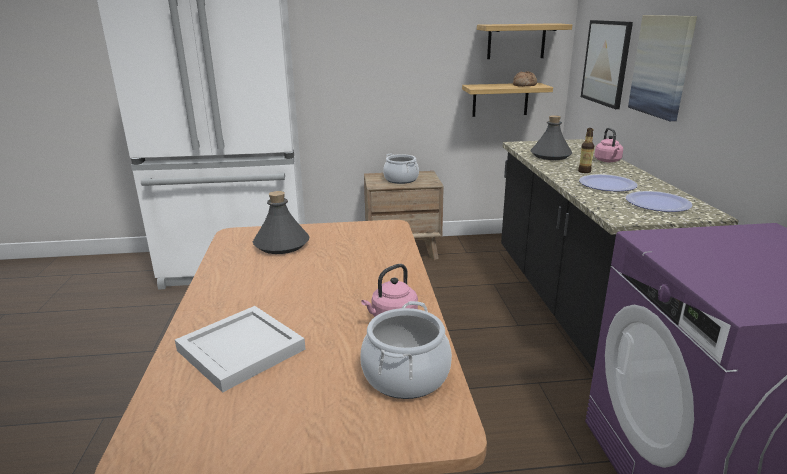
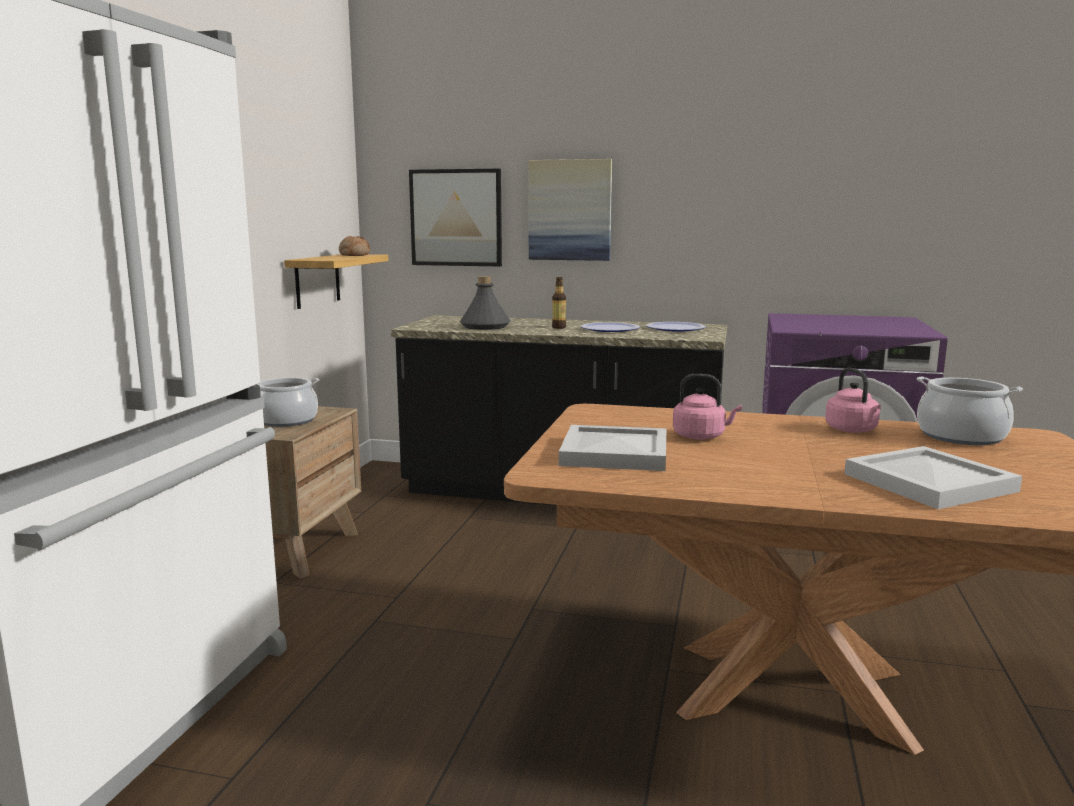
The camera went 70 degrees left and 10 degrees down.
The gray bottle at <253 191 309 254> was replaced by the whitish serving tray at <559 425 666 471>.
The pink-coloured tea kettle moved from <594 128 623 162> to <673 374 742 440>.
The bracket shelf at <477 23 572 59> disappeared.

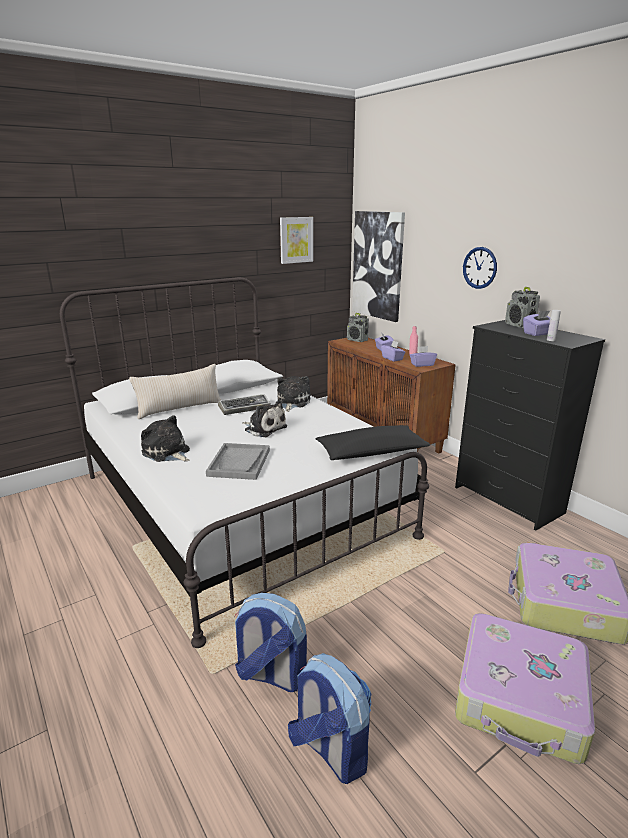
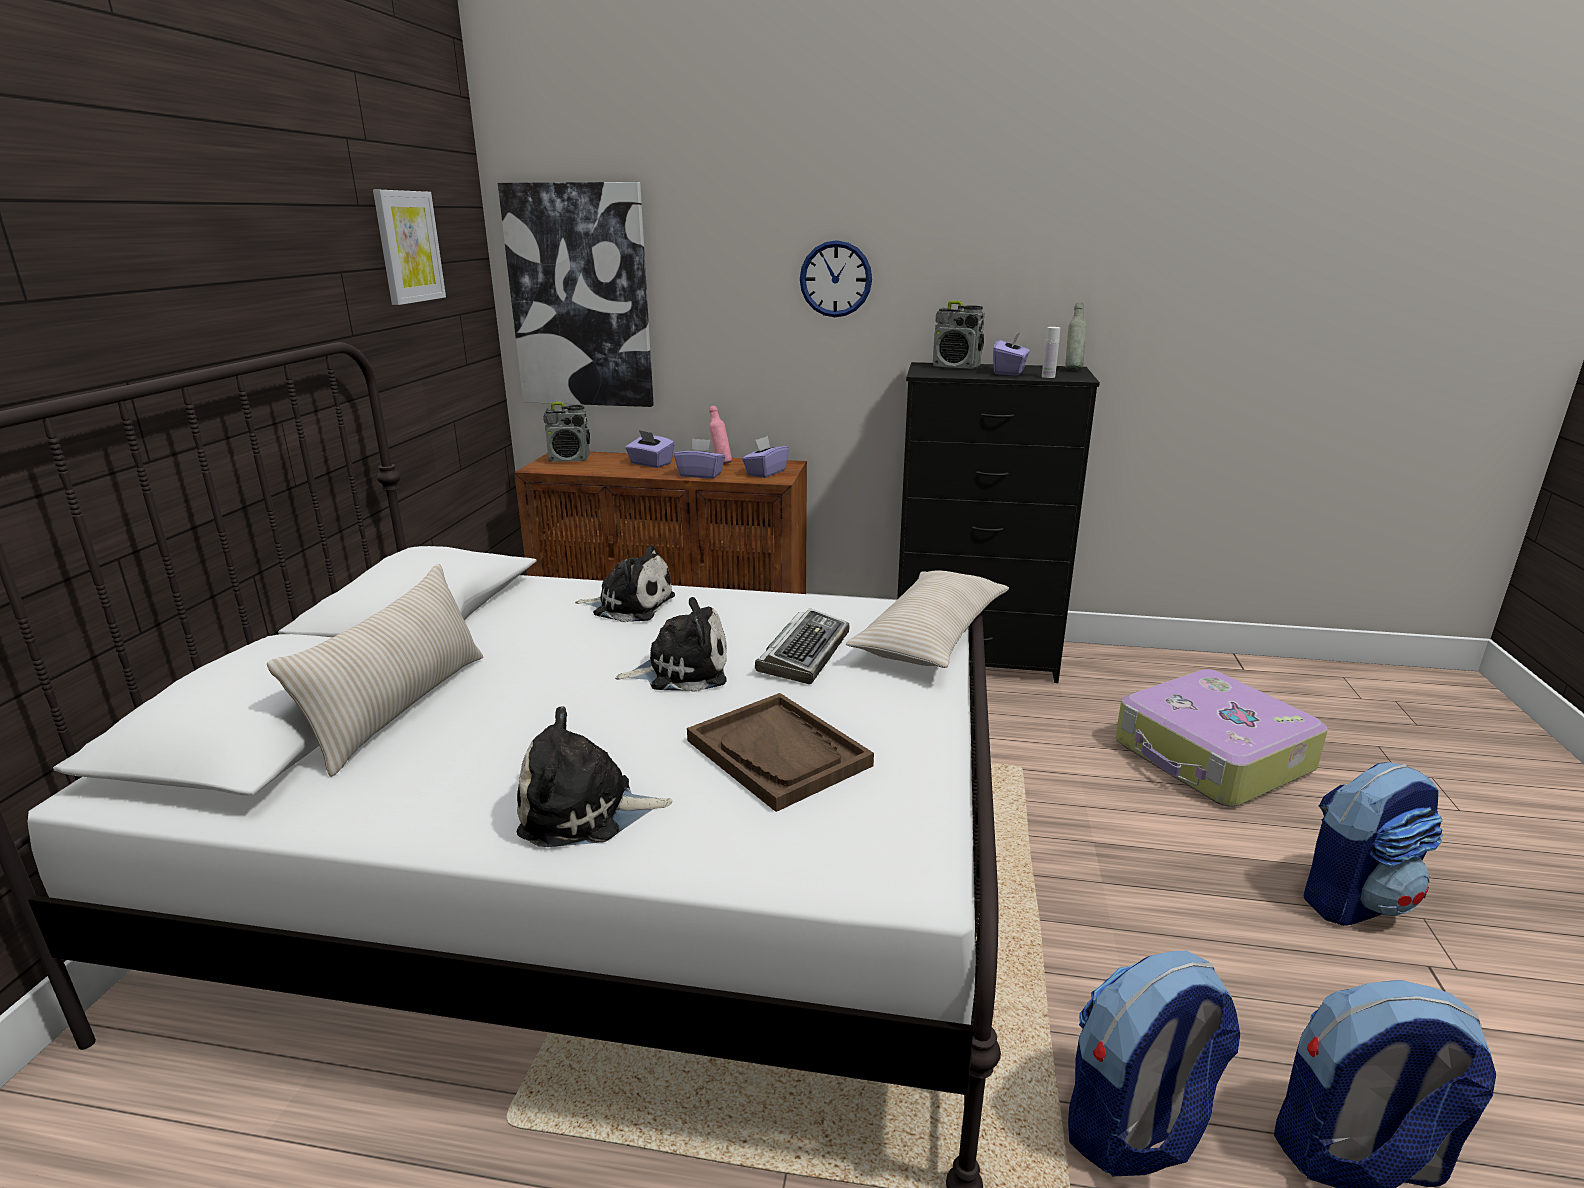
The camera went 45 degrees left and 0 degrees up.
The cuddly toy at <277 376 310 412> turned 135 degrees clockwise.
The gray serving tray at <206 443 270 480> became the brown serving tray at <687 693 874 812>.
The keyboard moved from <218 394 271 415> to <755 608 850 684>.
The black cushion at <315 425 430 460> became the beige cushion at <846 570 1009 668>.
The gray bottle at <1066 303 1087 371> appeared.
The travel case at <455 613 595 764> was replaced by the knapsack at <1304 762 1443 926>.

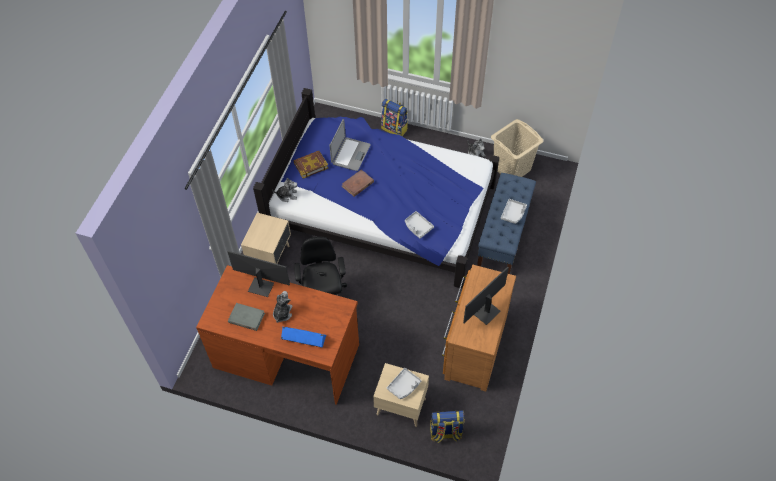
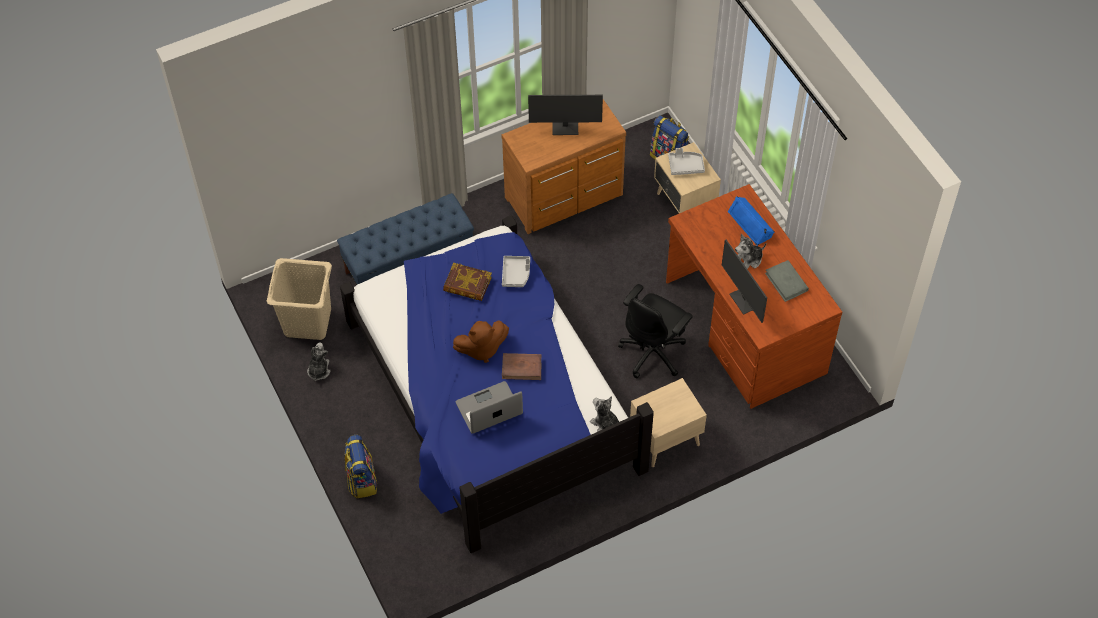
The camera went 135 degrees left and 0 degrees up.
The bound book moved from <294 151 328 179> to <443 263 492 301>.
The brown cuddly toy at <453 321 509 363> appeared.
The gray serving tray at <501 199 527 224> disappeared.

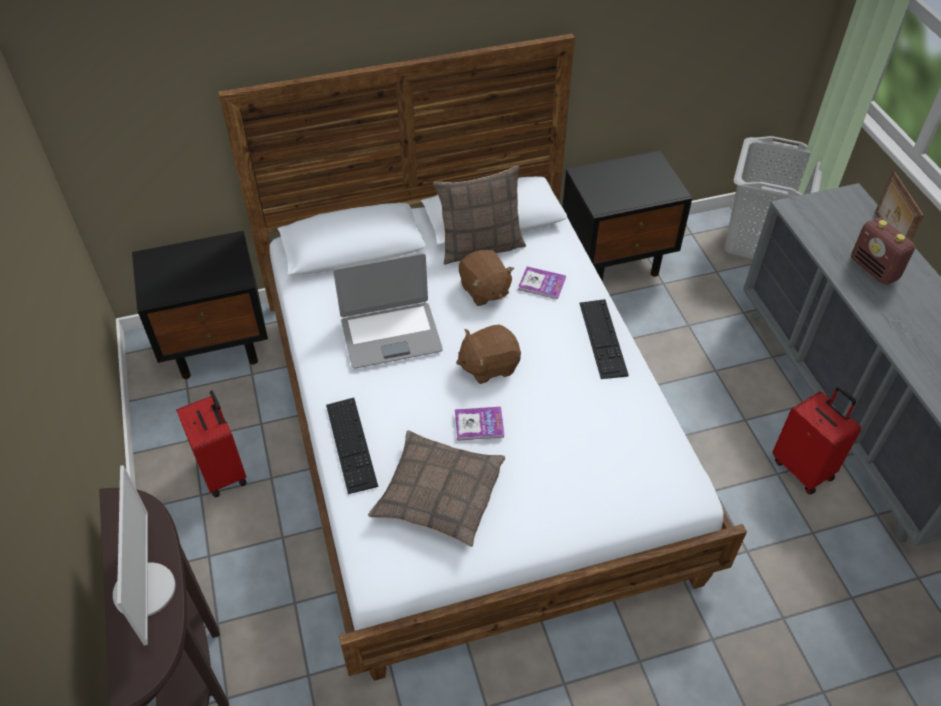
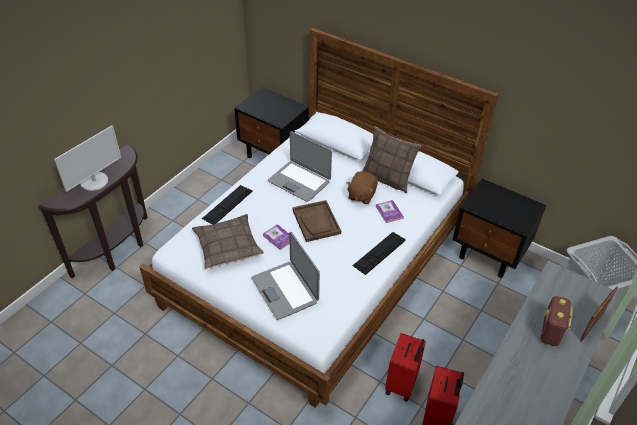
The camera went 50 degrees right and 5 degrees down.
The notebook computer at <251 232 320 320> appeared.
The brown cuddly toy at <456 324 521 384> was replaced by the brown serving tray at <293 200 341 242>.
The red travel case moved from <176 390 247 498> to <385 333 426 402>.

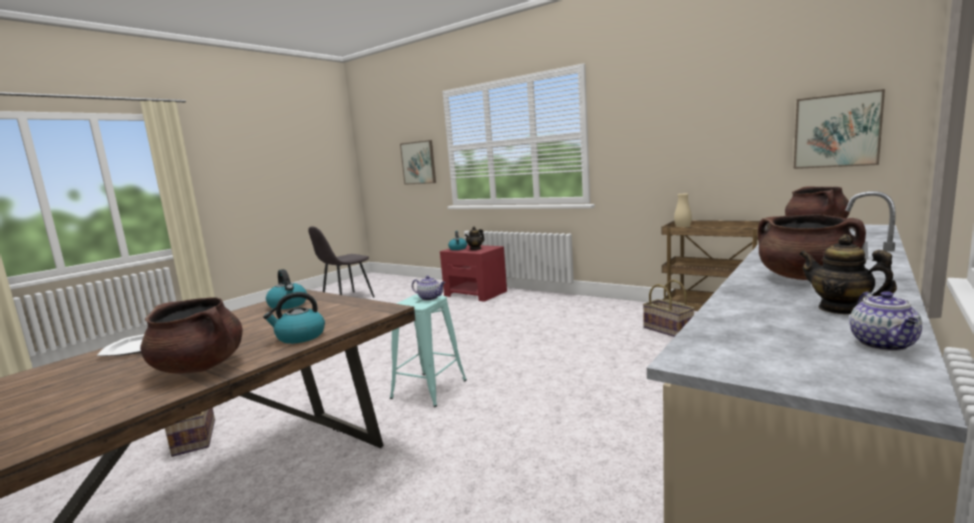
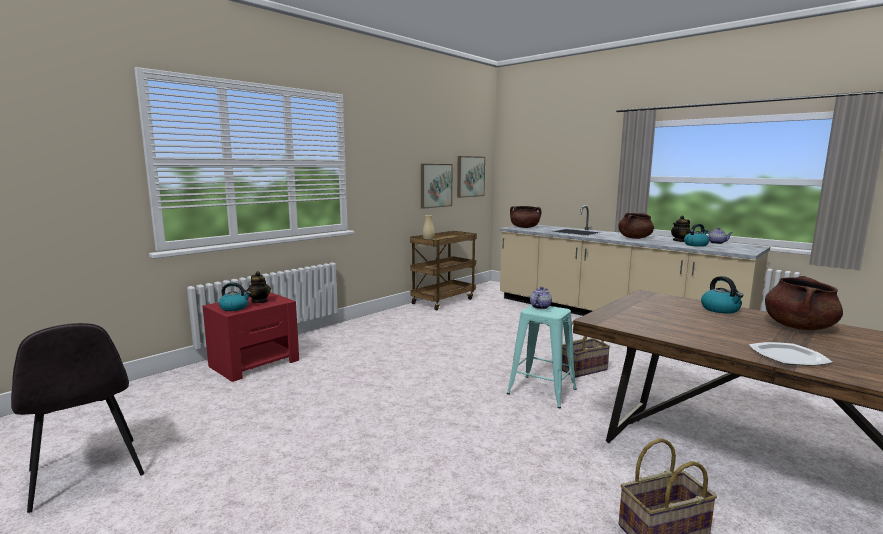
The camera went 85 degrees left and 0 degrees up.
The wall art moved from <400 140 436 185> to <421 164 453 209>.
The household basket moved from <643 279 695 337> to <562 322 610 378>.
The tea kettle moved from <266 269 307 310> to <684 224 709 247>.

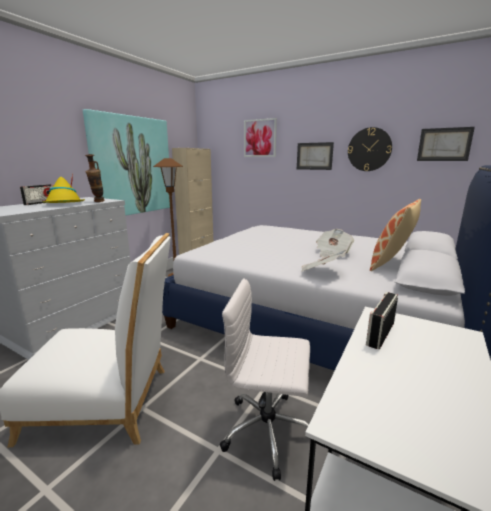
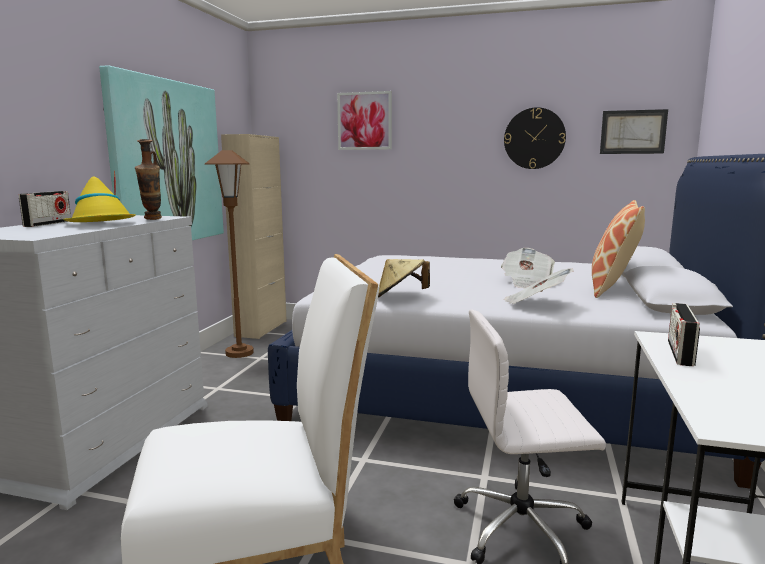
The camera went 15 degrees left and 5 degrees down.
The beige hat at <378 259 430 298> appeared.
The wall art at <297 142 334 170> disappeared.

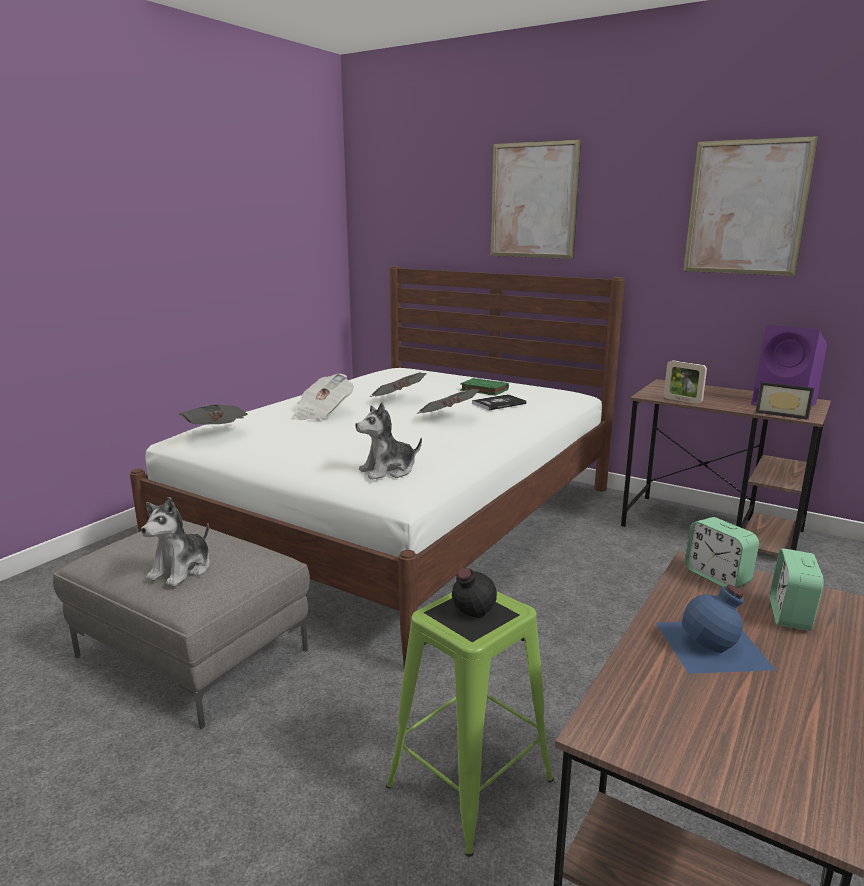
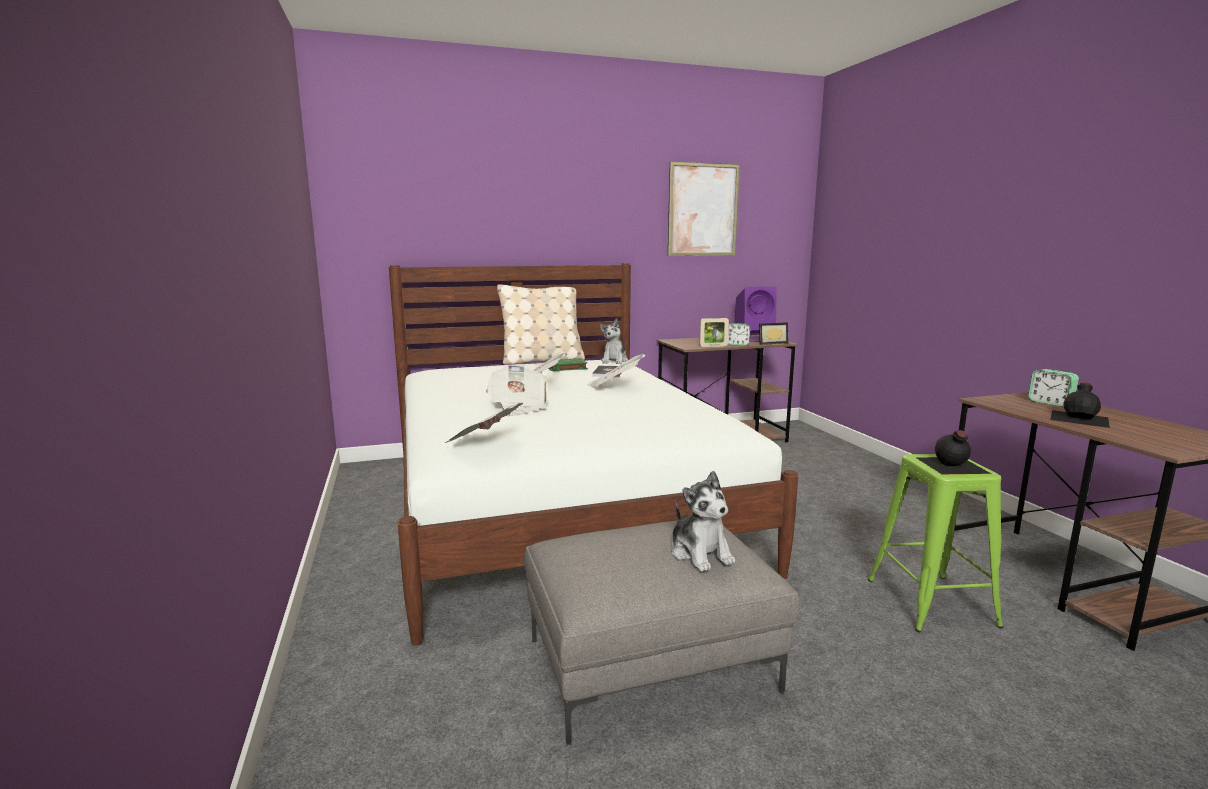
The camera went 50 degrees left and 5 degrees down.
The beige cushion at <497 284 585 364> appeared.
The cuddly toy moved from <355 402 422 480> to <600 318 628 364>.
The table clock moved from <685 517 759 587> to <728 323 750 345>.
The blue bottle at <656 585 776 674> became the black bottle at <1050 382 1110 428>.
The wall art at <490 139 581 259> disappeared.

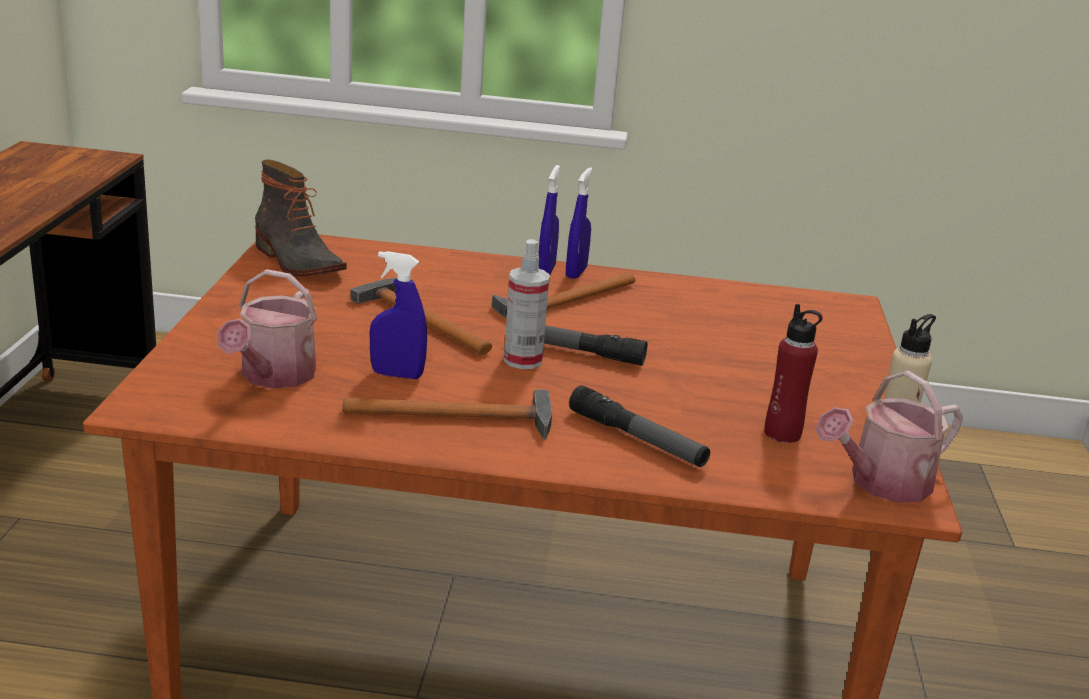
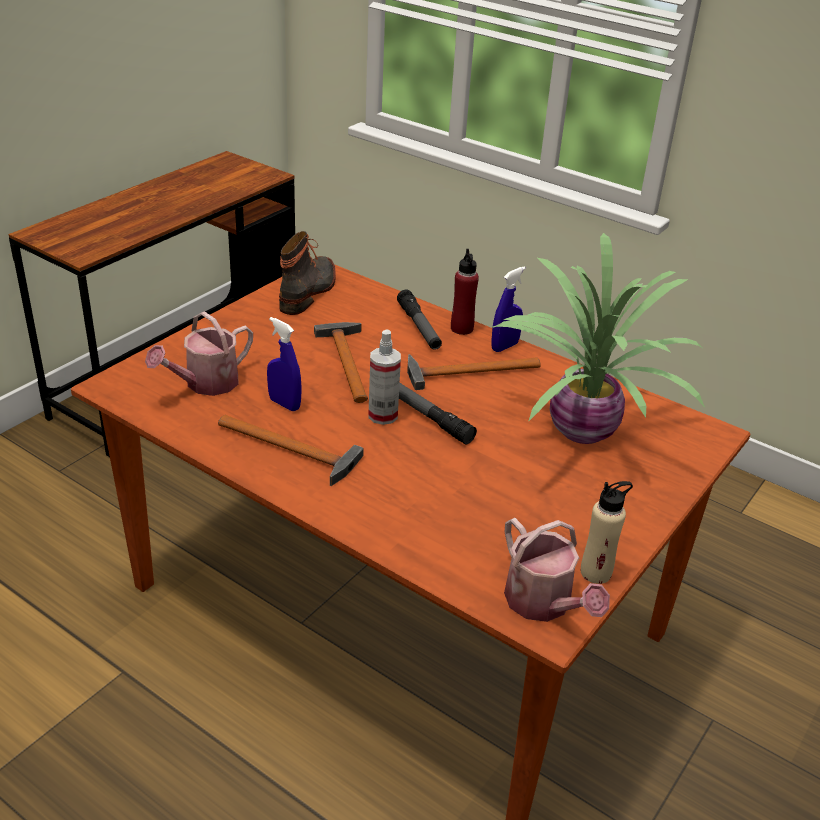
The camera went 30 degrees right and 10 degrees up.
The high-top boot at <255 160 347 277> turned 150 degrees counterclockwise.
The flashlight moved from <569 385 710 467> to <397 290 442 350>.
The red bottle moved from <764 304 822 443> to <451 249 479 335>.
The houseplant at <493 233 705 444> appeared.
The watering can at <816 370 963 503> turned 120 degrees counterclockwise.
The blue spray bottle at <538 165 560 274> disappeared.

